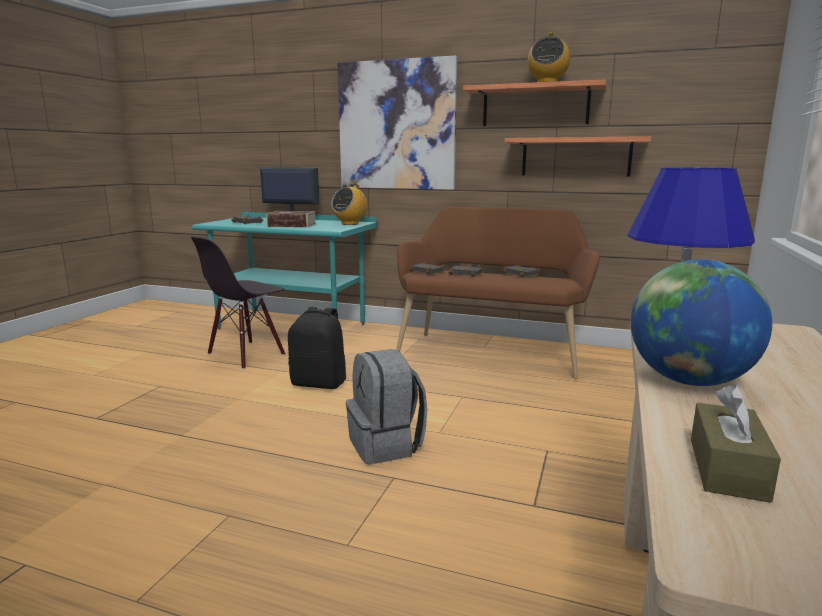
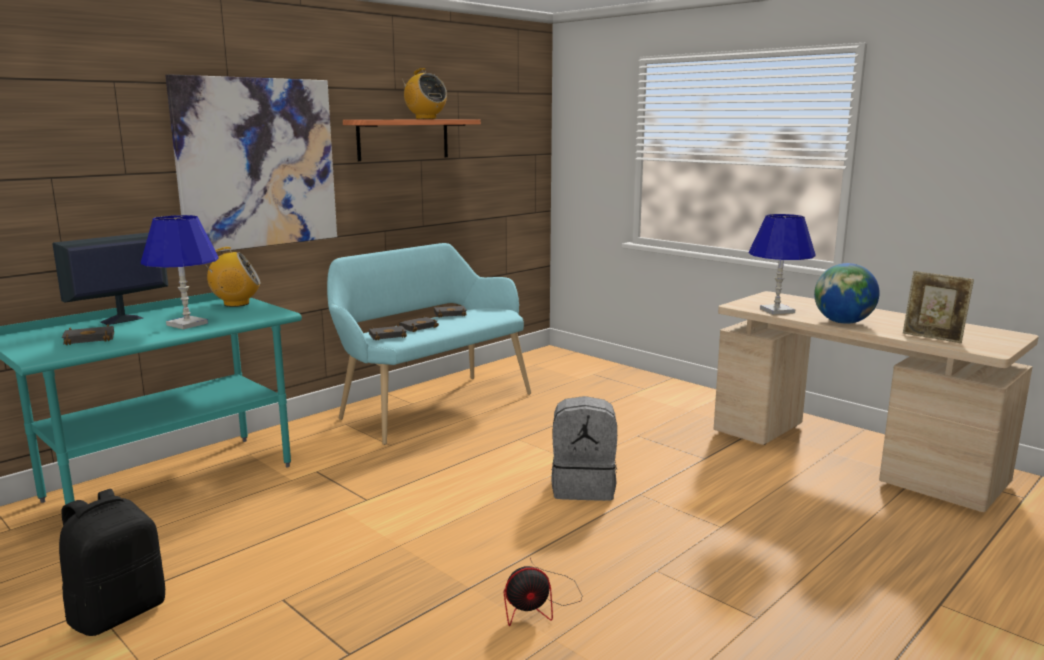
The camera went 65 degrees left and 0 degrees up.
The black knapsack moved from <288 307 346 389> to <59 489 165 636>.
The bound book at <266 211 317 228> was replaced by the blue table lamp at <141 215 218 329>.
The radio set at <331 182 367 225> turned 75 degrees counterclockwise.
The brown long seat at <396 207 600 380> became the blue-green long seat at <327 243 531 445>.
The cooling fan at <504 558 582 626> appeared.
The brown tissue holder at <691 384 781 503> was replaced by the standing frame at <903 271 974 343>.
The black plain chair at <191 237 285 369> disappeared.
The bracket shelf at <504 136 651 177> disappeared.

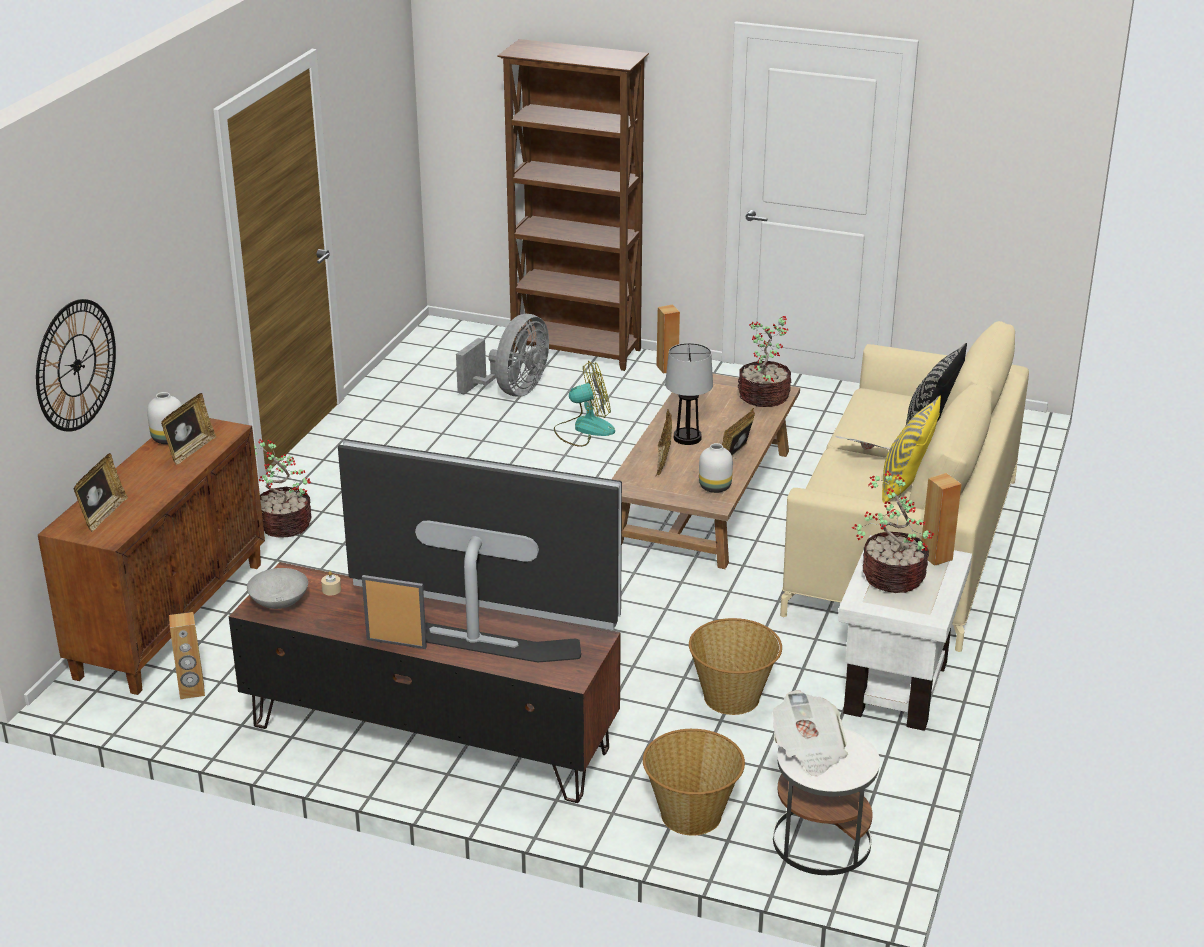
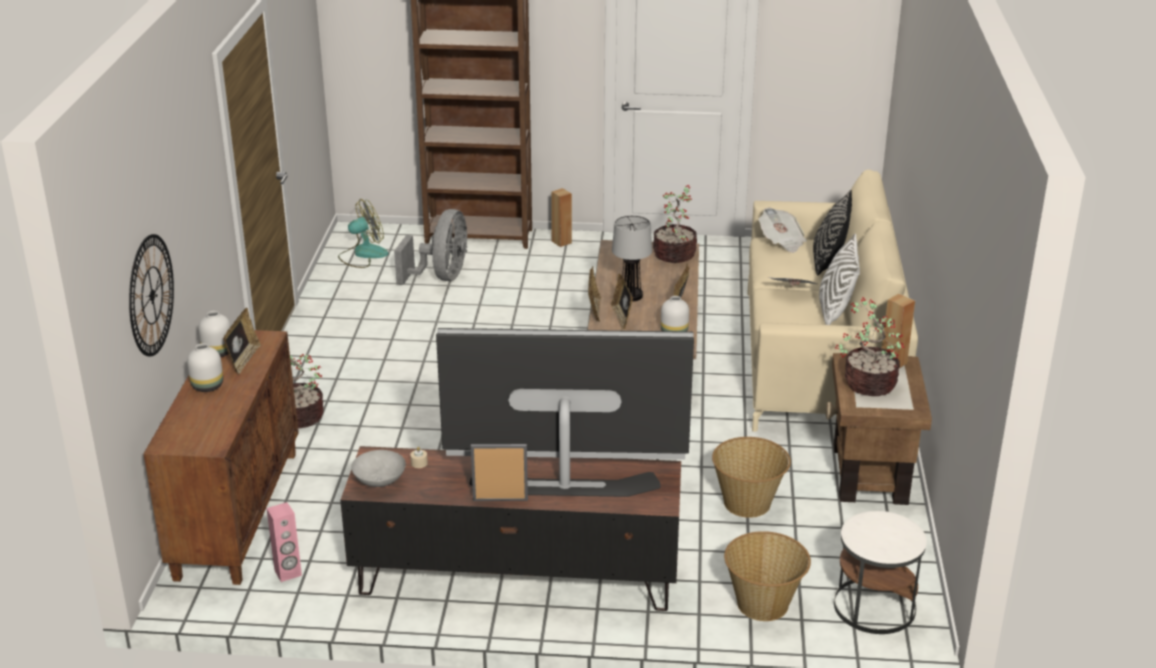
The camera went 15 degrees left and 0 degrees up.
The whitish vase at <187 343 223 392> appeared.
The brown audio speaker at <169 612 205 699> became the pink-coloured audio speaker at <267 502 302 582>.
The cooling fan moved from <554 361 615 447> to <338 199 389 268>.
The standing frame moved from <73 453 128 532> to <588 266 601 322>.
The printed paper moved from <772 690 848 777> to <759 208 807 253>.
The yellow-coloured cushion at <882 396 941 503> became the whitish cushion at <819 233 860 325>.
The whitish side table at <838 535 972 731> became the brown side table at <826 353 932 505>.

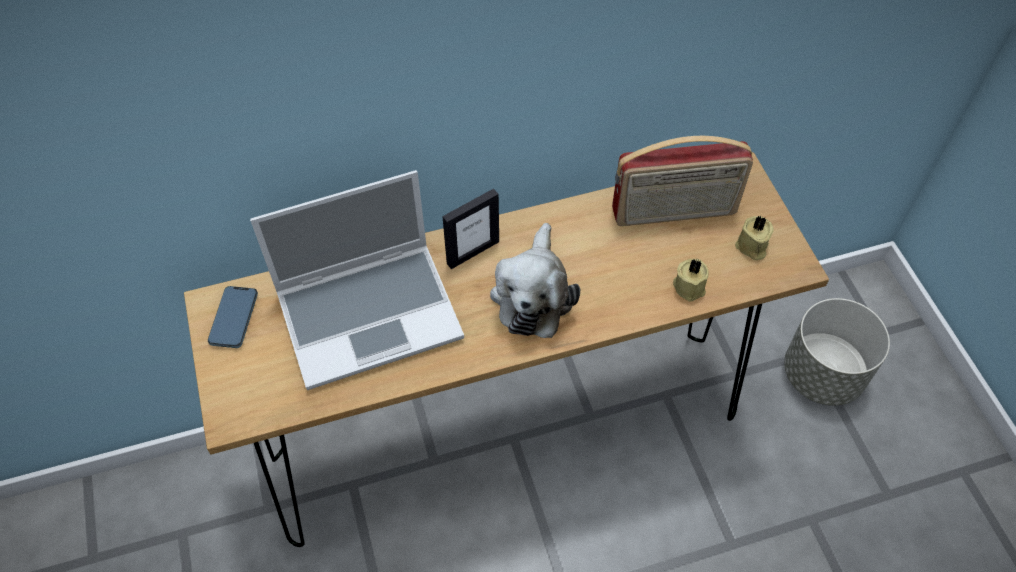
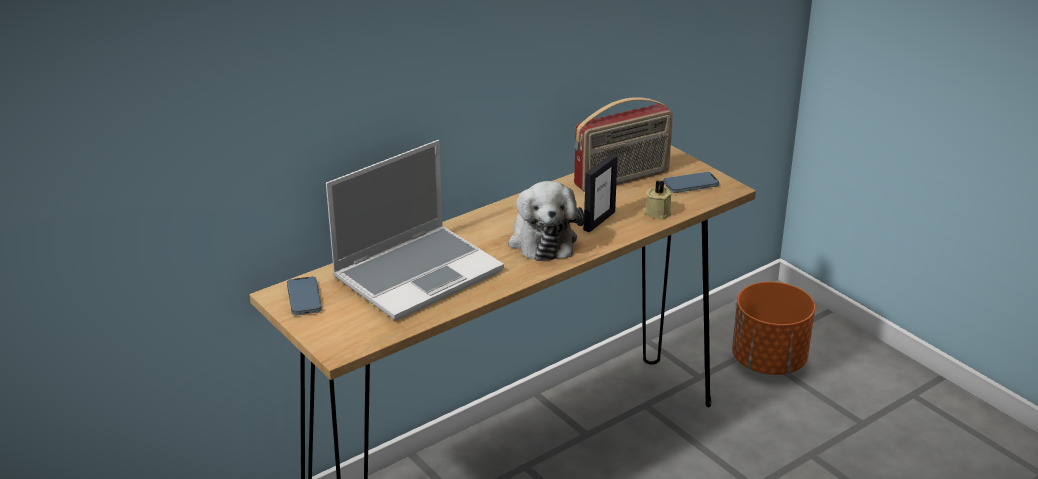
The camera went 20 degrees left and 25 degrees down.
The standing frame moved from <442 189 499 269> to <583 154 618 232>.
The beige wax candle at <735 216 774 260> was replaced by the telephone at <663 172 719 193>.
The gray plant pot at <784 298 890 406> became the orange plant pot at <732 282 815 375>.

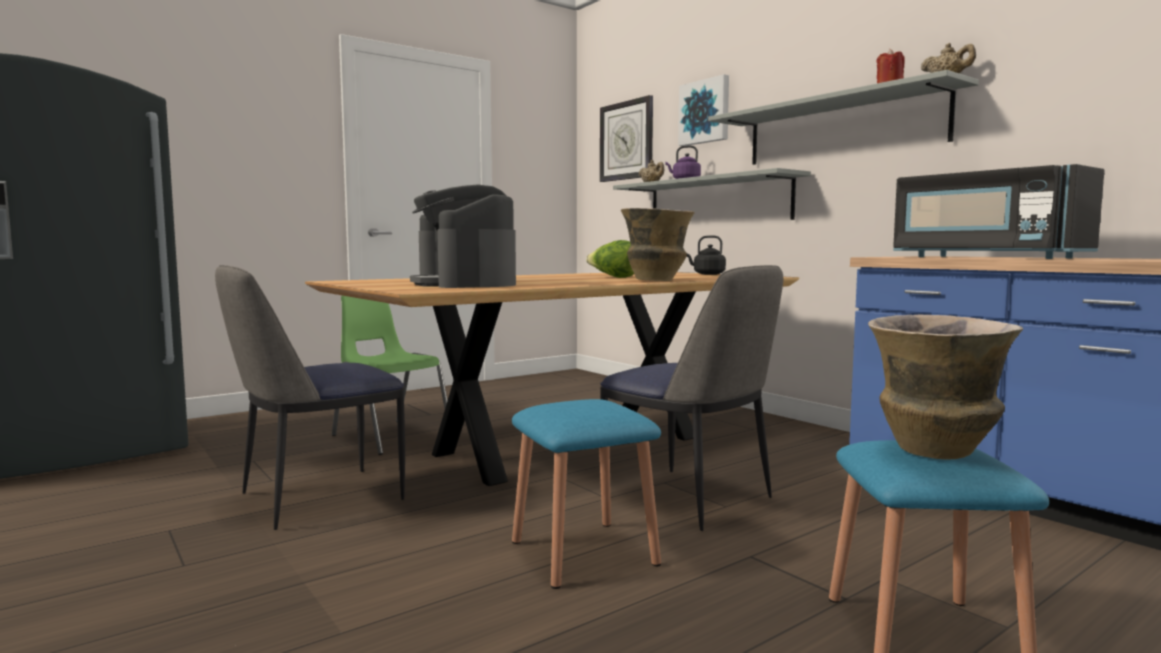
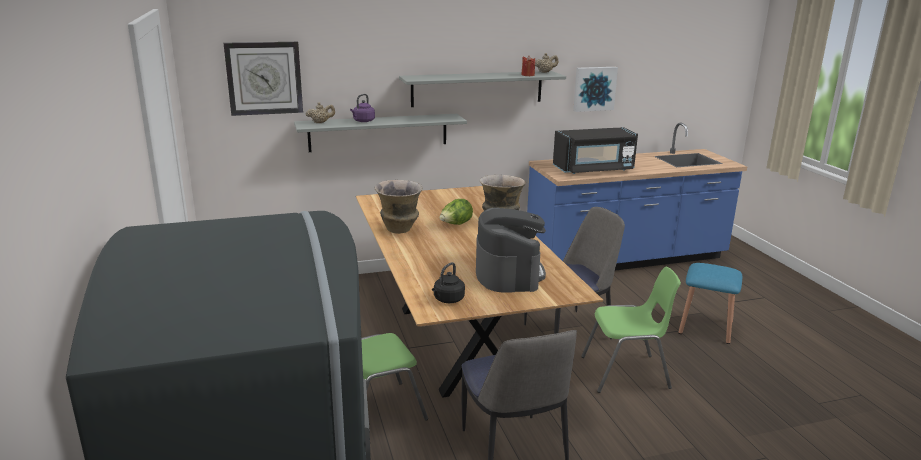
The camera went 70 degrees left and 15 degrees up.
The vase moved from <868 315 1023 459> to <375 180 423 234>.
The black tea kettle moved from <686 235 726 275> to <432 262 465 303>.
The coffee machine at <410 184 516 288> turned 90 degrees counterclockwise.
The wall art moved from <678 74 729 146> to <573 67 618 112>.
The blue sitting stool at <512 399 661 589> was replaced by the greenish plain chair at <581 267 681 393>.

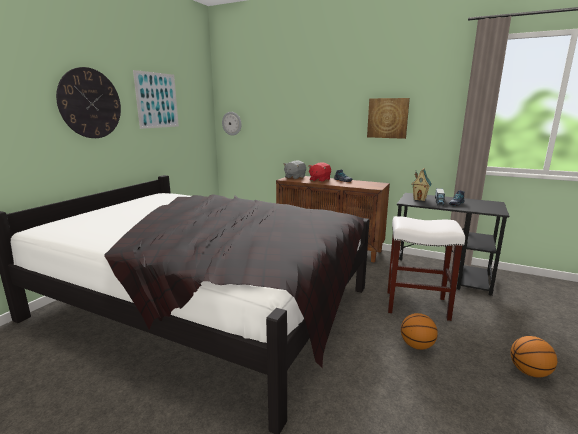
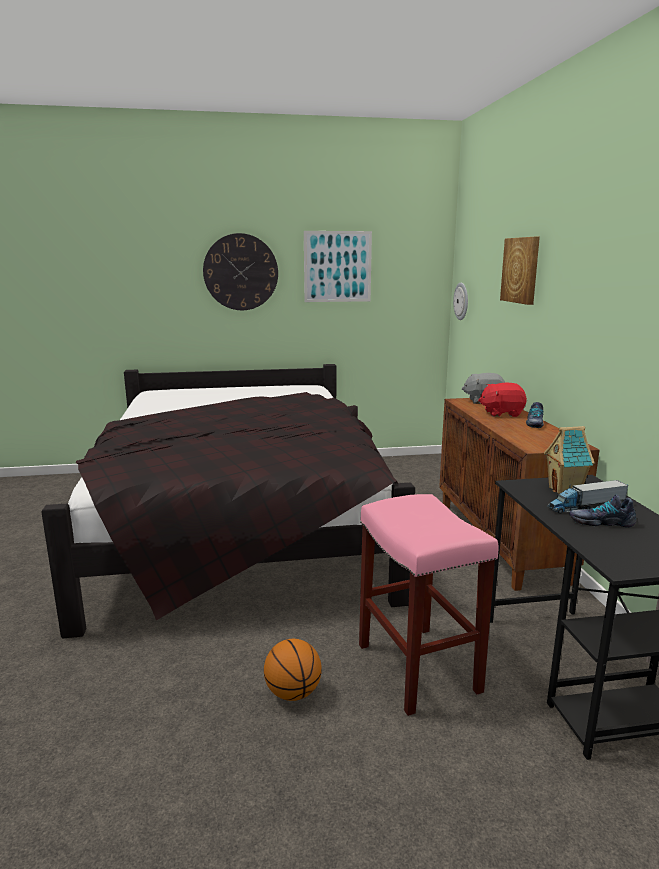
The camera went 55 degrees right and 0 degrees up.
The whitish sitting stool at <387 216 465 321> became the pink-coloured sitting stool at <359 494 499 716>.
The wall art moved from <367 98 410 139> to <500 237 540 305>.
The basketball ball at <511 336 557 377> disappeared.

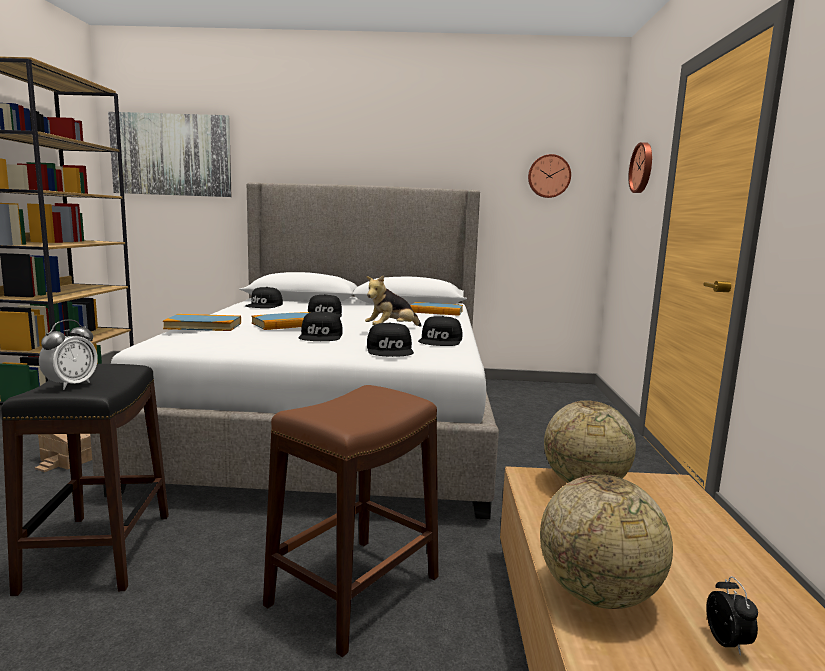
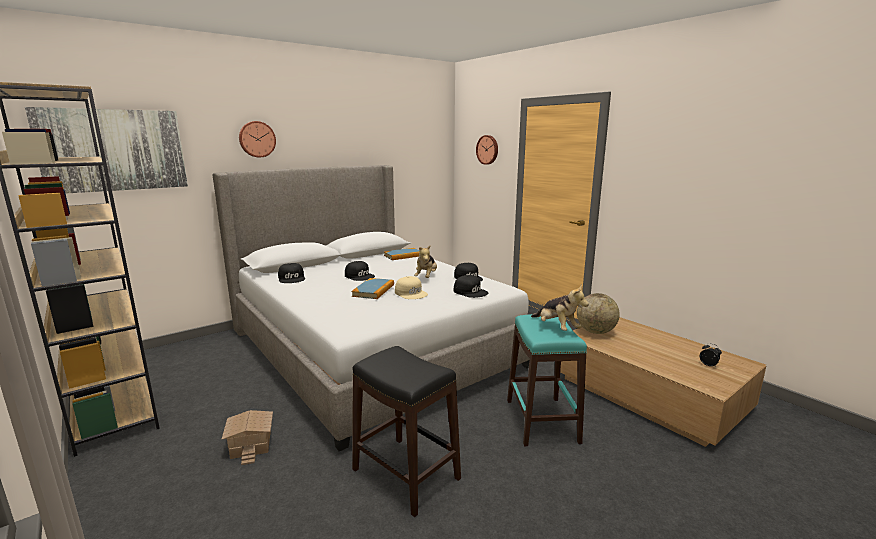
The camera went 40 degrees left and 5 degrees up.
The wall clock moved from <528 154 571 198> to <239 121 276 157>.
The black cap at <299 311 343 341> became the beige cap at <395 276 428 299>.
The brown sitting stool at <263 385 439 657> became the blue-green sitting stool at <507 314 587 446>.
The cuddly toy at <531 284 589 331> appeared.
The table clock at <39 320 98 390> disappeared.
The bound book at <163 314 241 331> disappeared.
The globe at <540 475 673 609> disappeared.

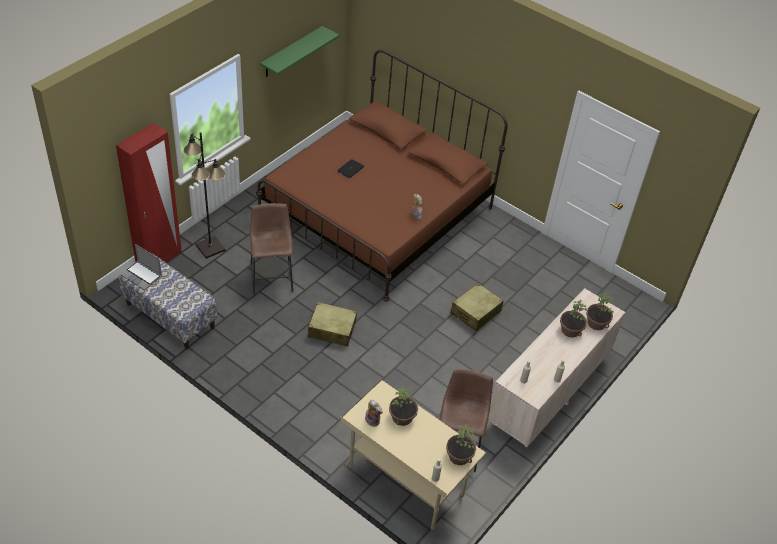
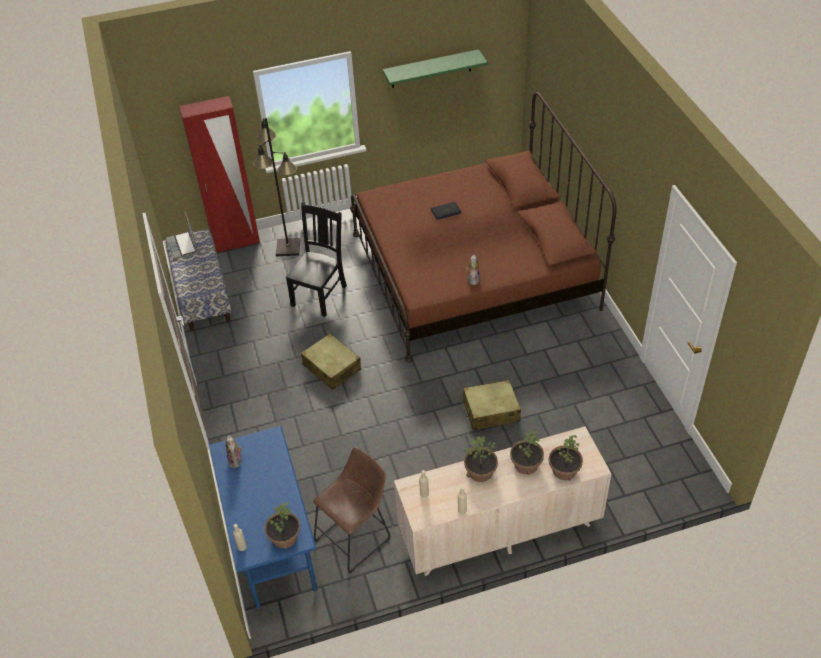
The camera went 40 degrees right and 0 degrees up.
The beige desk unit at <341 380 486 531> became the blue desk unit at <208 426 317 609>.
The brown sitting stool at <250 203 293 295> was replaced by the black plain chair at <286 202 347 317>.
The houseplant moved from <389 387 418 426> to <464 436 498 482>.

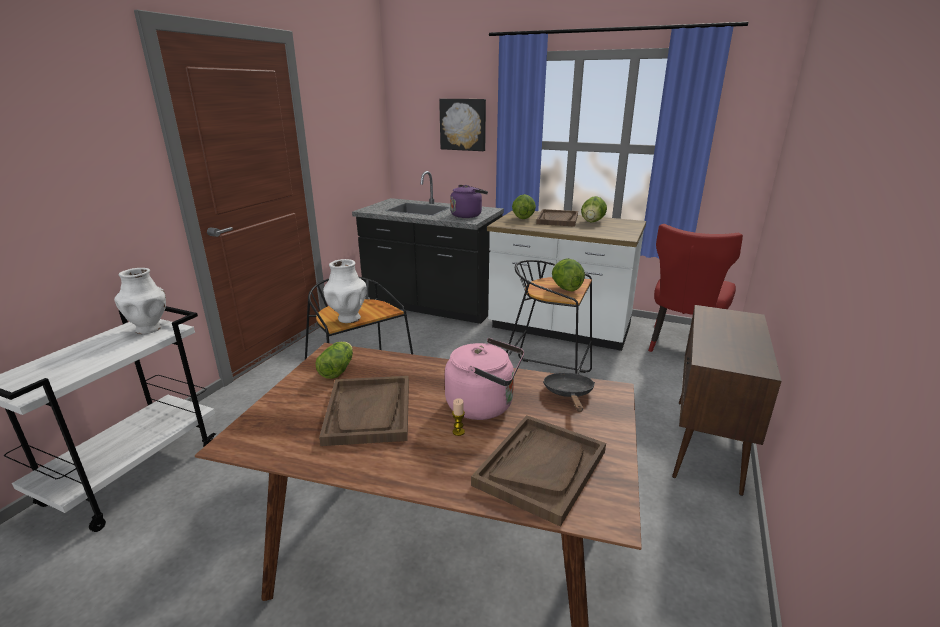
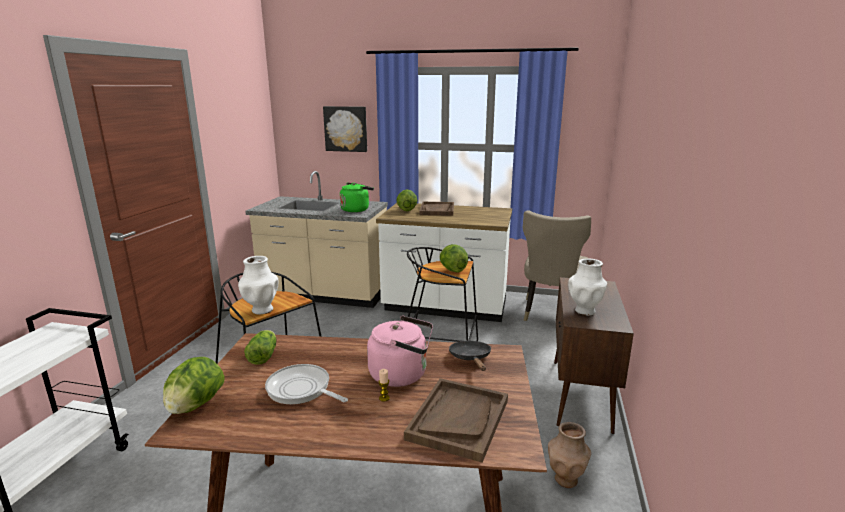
The camera went 10 degrees left and 5 degrees down.
The head of lettuce moved from <581 196 607 223> to <163 357 225 414>.
The black kitchen counter at <352 171 504 324> became the beige kitchen counter at <245 171 388 308>.
The brown serving tray at <319 376 409 446> was replaced by the skillet at <265 364 348 404>.
The purplish tea kettle at <450 185 488 218> became the greenish tea kettle at <340 183 374 212>.
The red plain chair at <648 224 743 352> became the beige plain chair at <523 210 591 321>.
The brown vase at <548 422 591 488> appeared.
The whitish vase moved from <114 268 166 334> to <568 259 607 316>.

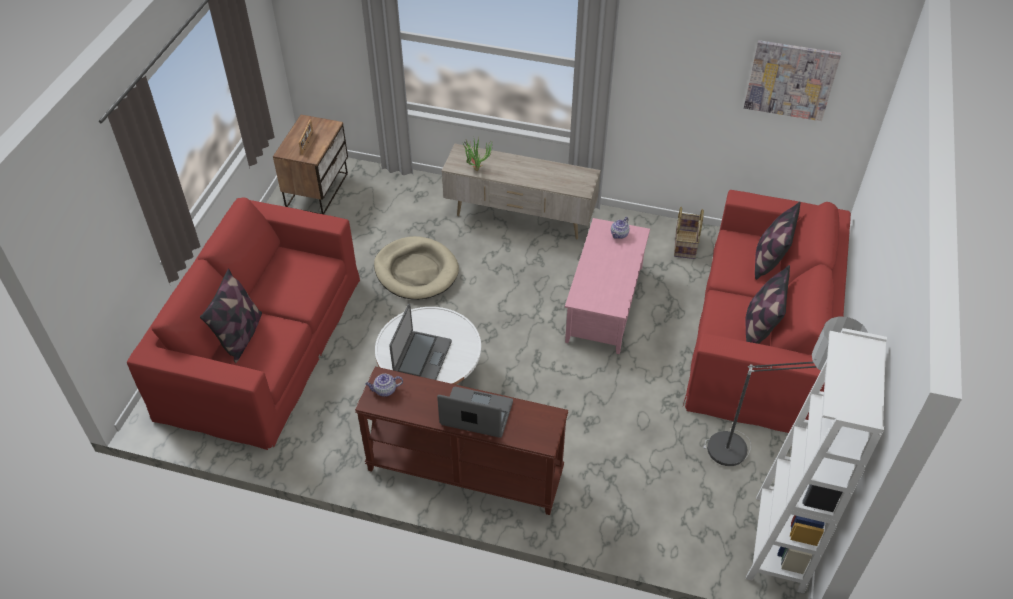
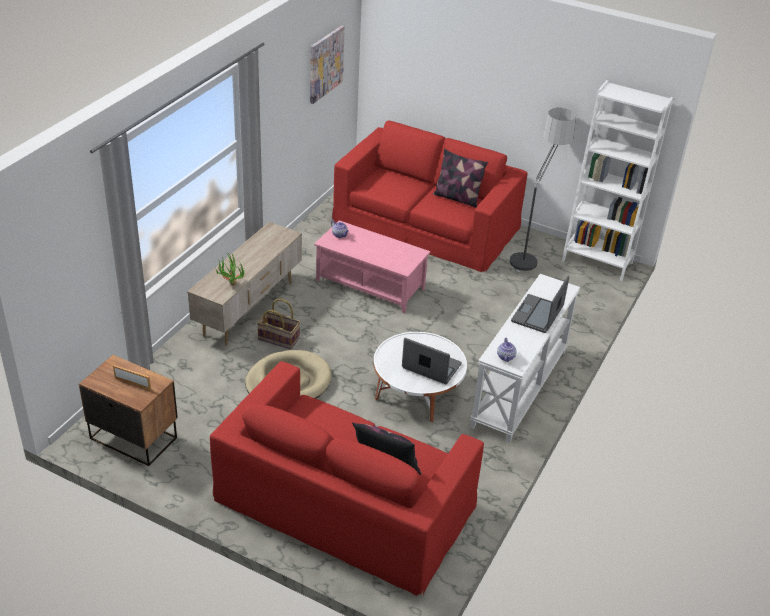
The camera went 80 degrees left and 10 degrees down.
The household basket moved from <674 207 704 259> to <257 299 301 349>.
The brown hall table at <355 367 568 515> became the whitish hall table at <470 274 580 443>.
The cushion at <755 202 801 280> disappeared.

